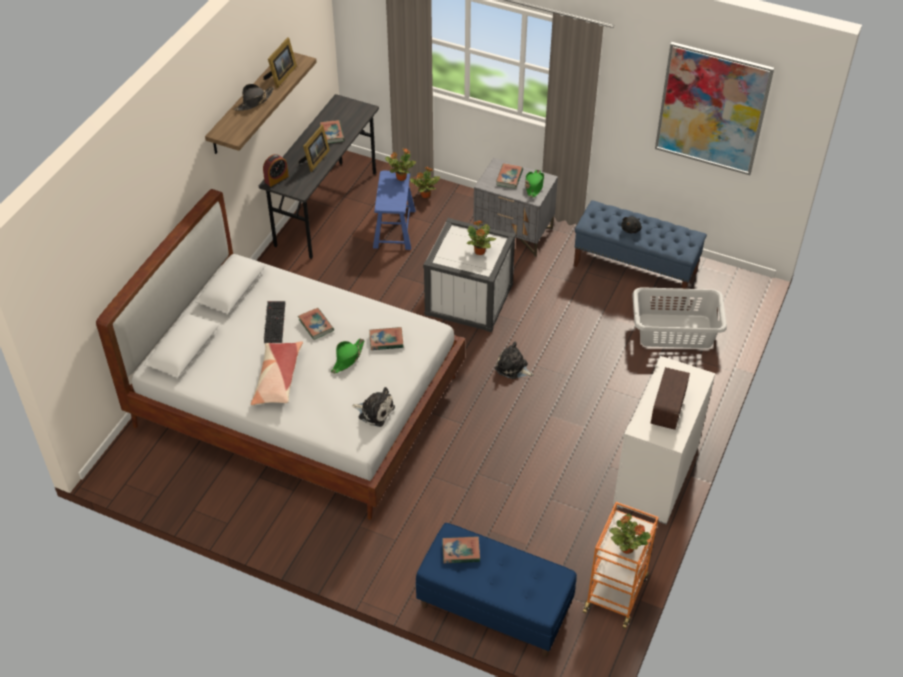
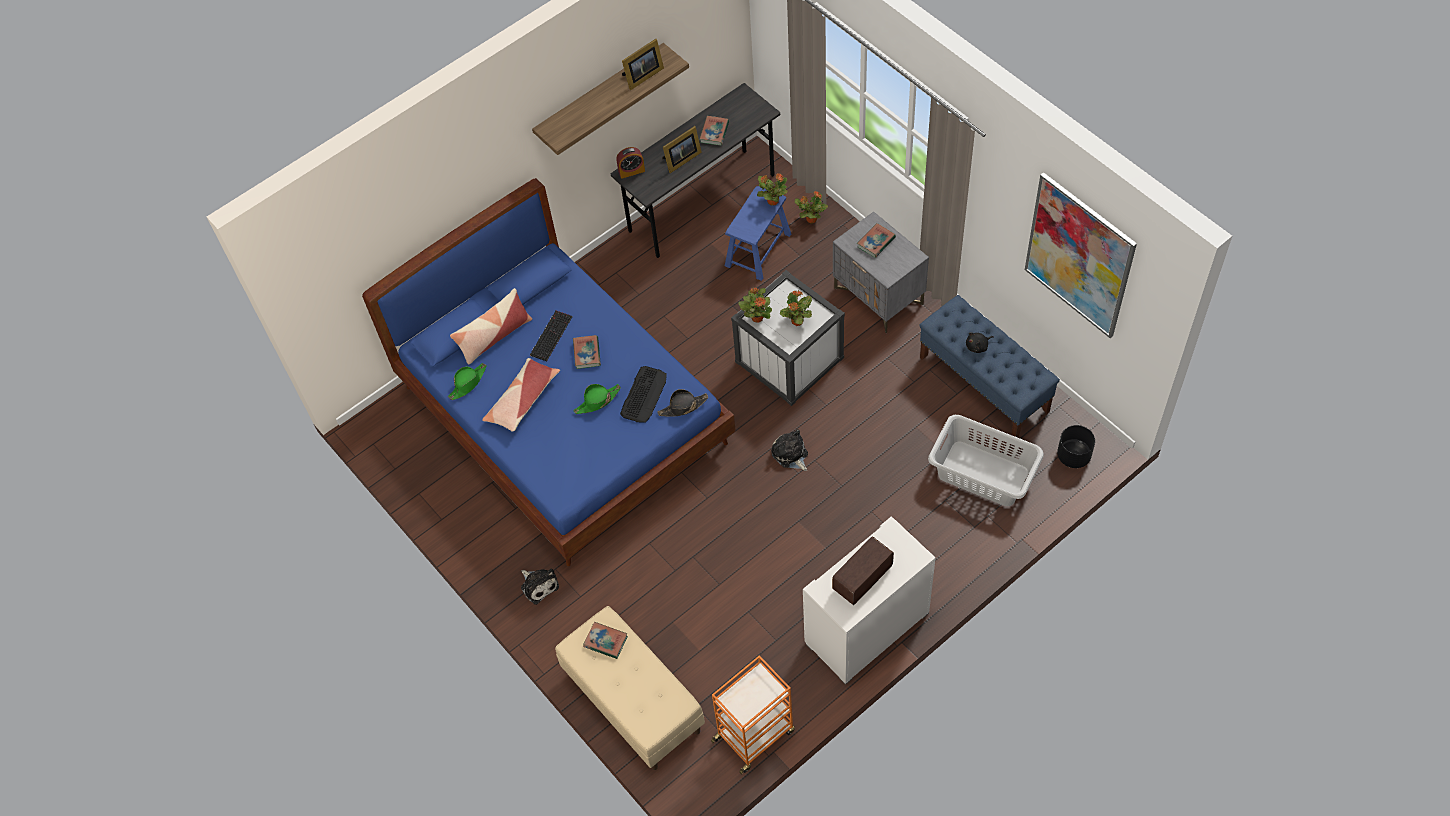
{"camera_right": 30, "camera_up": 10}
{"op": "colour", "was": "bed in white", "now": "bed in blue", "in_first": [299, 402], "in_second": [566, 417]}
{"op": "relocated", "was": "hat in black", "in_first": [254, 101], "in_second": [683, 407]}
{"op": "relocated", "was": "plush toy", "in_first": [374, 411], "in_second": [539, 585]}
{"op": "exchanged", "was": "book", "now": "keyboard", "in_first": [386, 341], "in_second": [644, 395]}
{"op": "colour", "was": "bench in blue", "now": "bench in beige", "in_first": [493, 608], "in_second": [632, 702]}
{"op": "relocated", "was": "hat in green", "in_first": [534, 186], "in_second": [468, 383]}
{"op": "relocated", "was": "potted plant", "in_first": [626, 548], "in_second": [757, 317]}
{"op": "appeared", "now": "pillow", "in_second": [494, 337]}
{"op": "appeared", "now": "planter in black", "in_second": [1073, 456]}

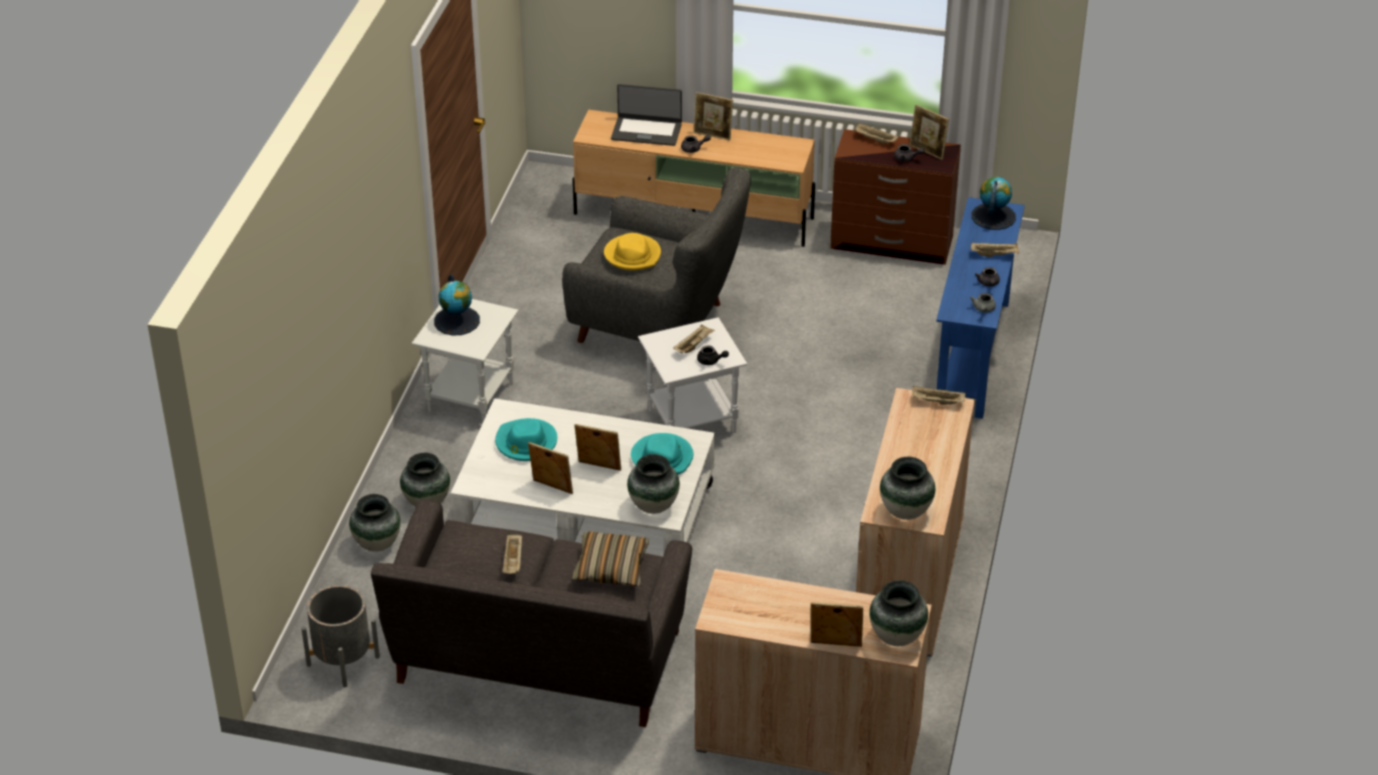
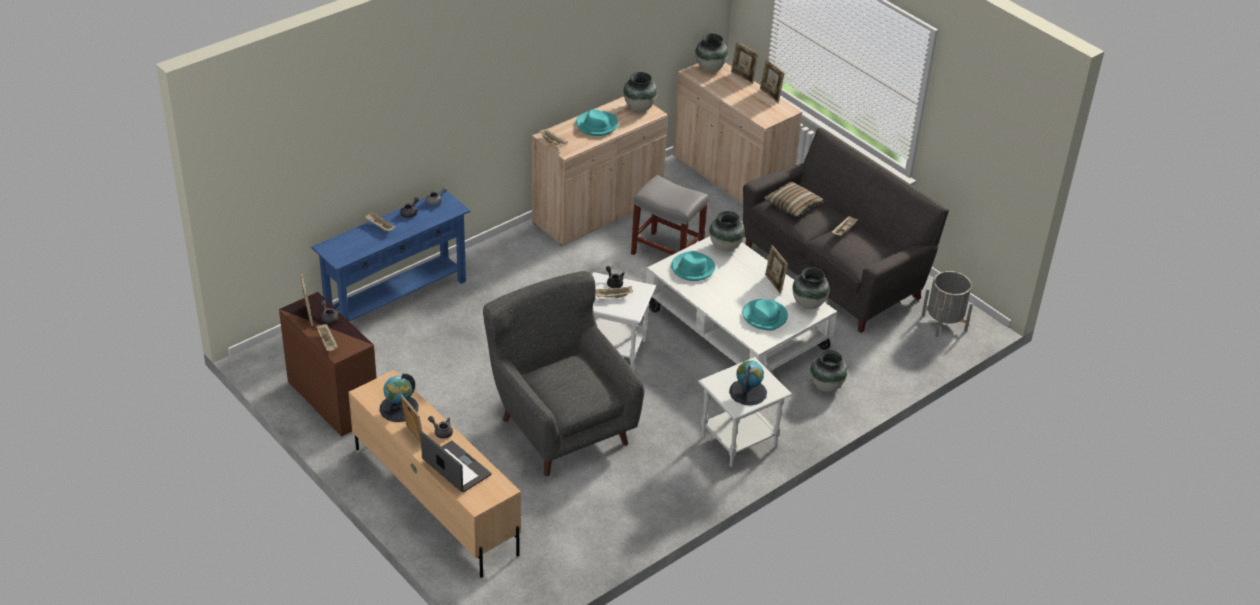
{"camera_right": -145, "camera_up": 0}
{"op": "relocated", "was": "vase", "in_first": [377, 543], "in_second": [808, 304]}
{"op": "relocated", "was": "picture frame", "in_first": [598, 467], "in_second": [770, 95]}
{"op": "missing", "was": "hat in yellow", "in_first": [633, 255]}
{"op": "relocated", "was": "globe", "in_first": [993, 216], "in_second": [399, 408]}
{"op": "appeared", "now": "hat in turquoise", "in_second": [596, 125]}
{"op": "appeared", "now": "stool in grey", "in_second": [668, 253]}

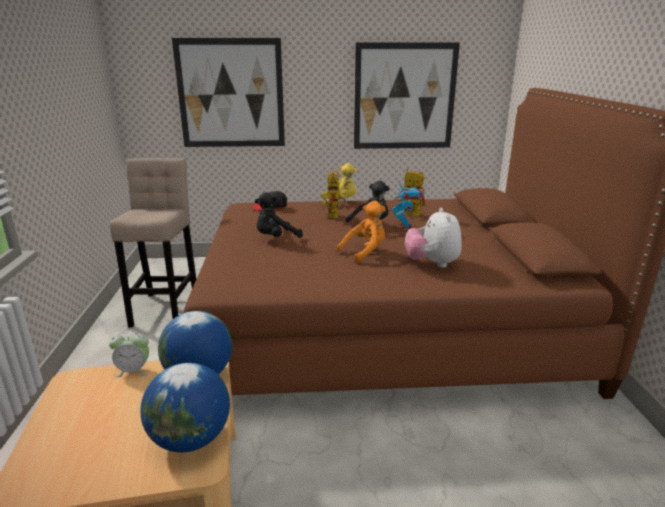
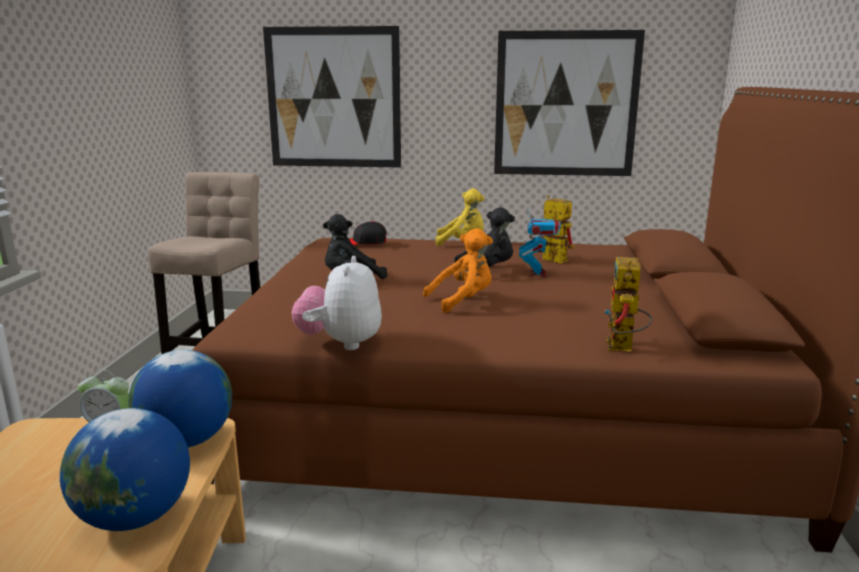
{"camera_right": 10, "camera_up": -5}
{"op": "relocated", "was": "toy robot", "in_first": [334, 217], "in_second": [623, 348]}
{"op": "relocated", "was": "plush toy", "in_first": [432, 263], "in_second": [341, 343]}

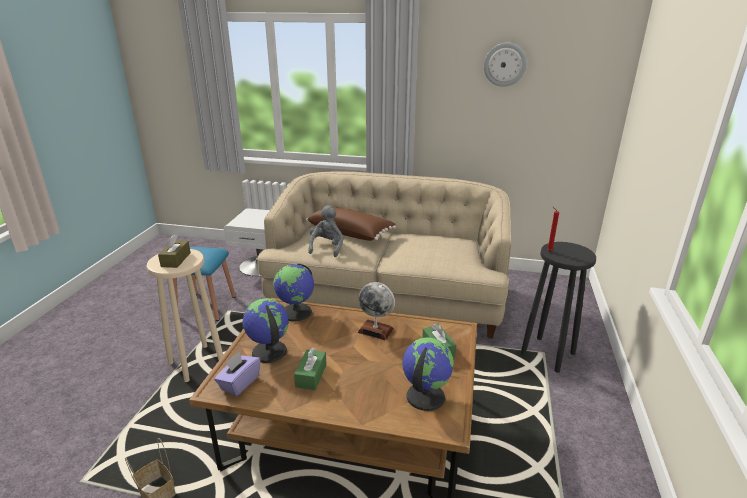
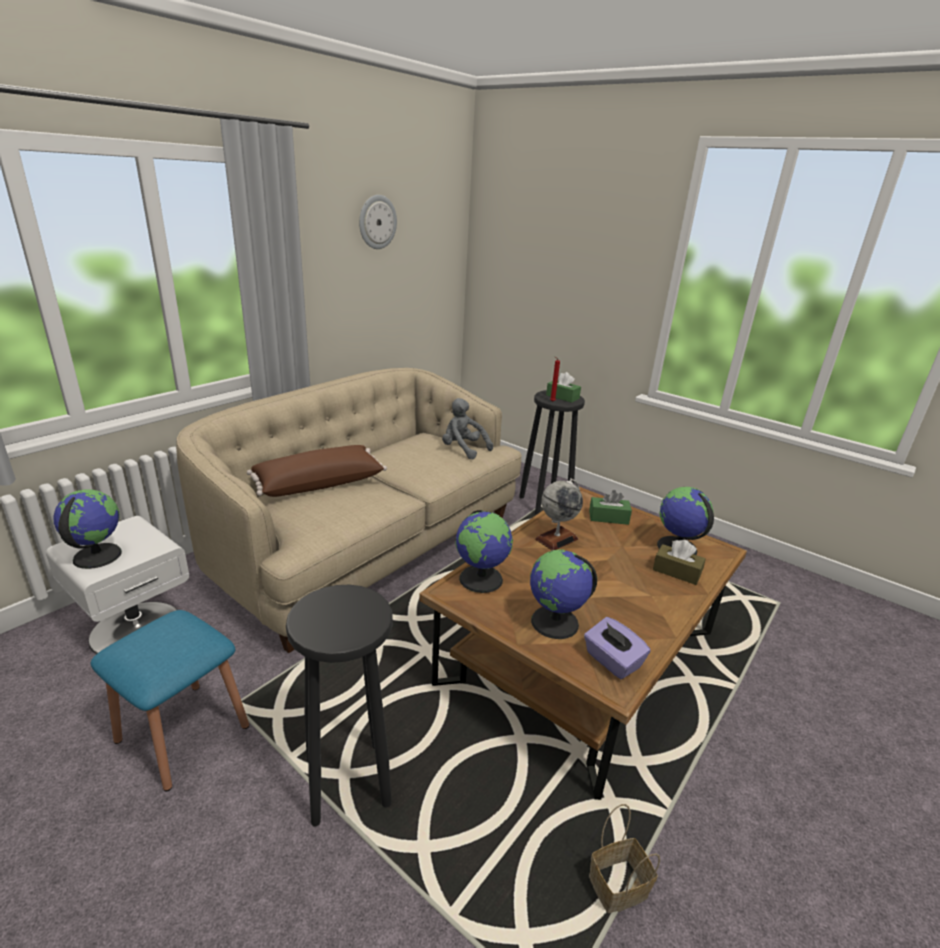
{"camera_right": -65, "camera_up": 0}
{"op": "colour", "was": "stool in beige", "now": "stool in black", "in_first": [196, 363], "in_second": [349, 781]}
{"op": "relocated", "was": "tissue box in brown", "in_first": [176, 259], "in_second": [676, 571]}
{"op": "relocated", "was": "tissue box in green", "in_first": [311, 375], "in_second": [562, 397]}
{"op": "relocated", "was": "plush toy in grey", "in_first": [327, 247], "in_second": [463, 449]}
{"op": "appeared", "now": "globe", "in_second": [96, 556]}

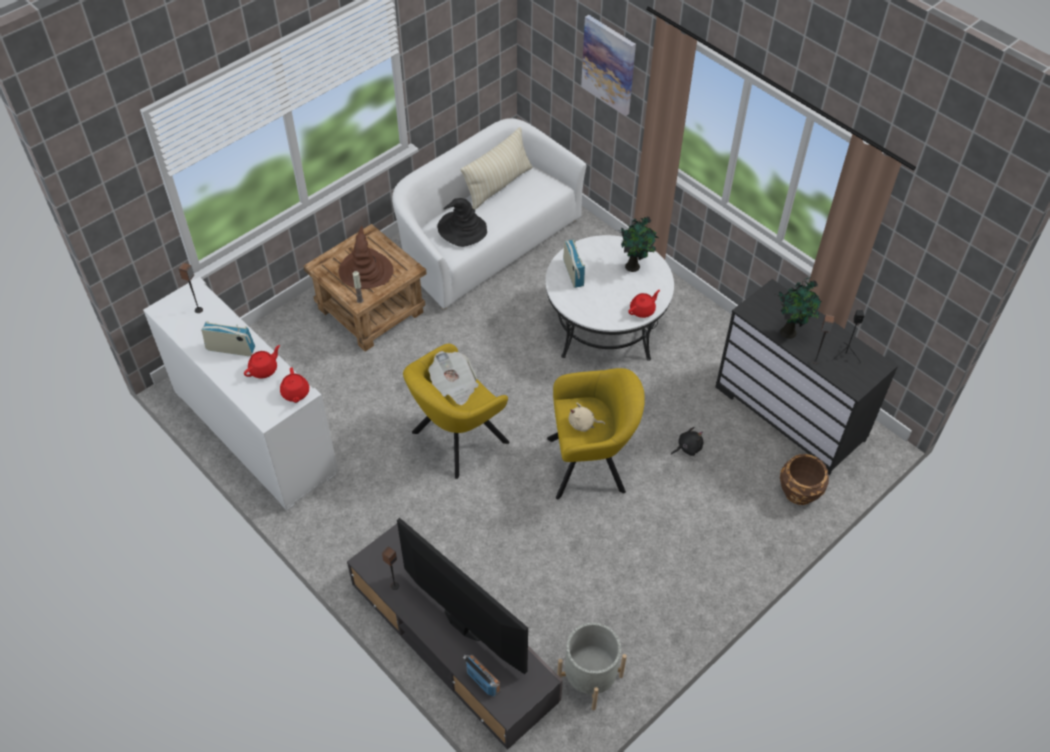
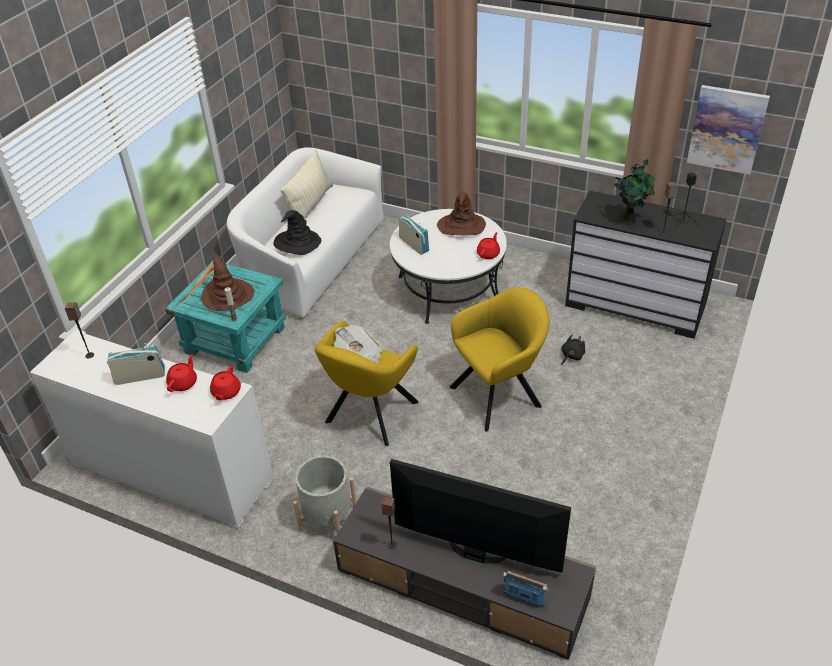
{"camera_right": -20, "camera_up": -10}
{"op": "spun", "was": "teapot in red", "in_first": [295, 393], "in_second": [226, 392], "clockwise": 45}
{"op": "colour", "was": "side table in brown", "now": "side table in turquoise", "in_first": [371, 309], "in_second": [235, 339]}
{"op": "relocated", "was": "planter in grey", "in_first": [590, 678], "in_second": [328, 518]}
{"op": "missing", "was": "plush toy in beige", "in_first": [583, 424]}
{"op": "relocated", "was": "picture", "in_first": [609, 65], "in_second": [726, 129]}
{"op": "exchanged", "was": "potted plant", "now": "hat in brown", "in_first": [634, 266], "in_second": [461, 226]}
{"op": "missing", "was": "planter in brown", "in_first": [799, 491]}

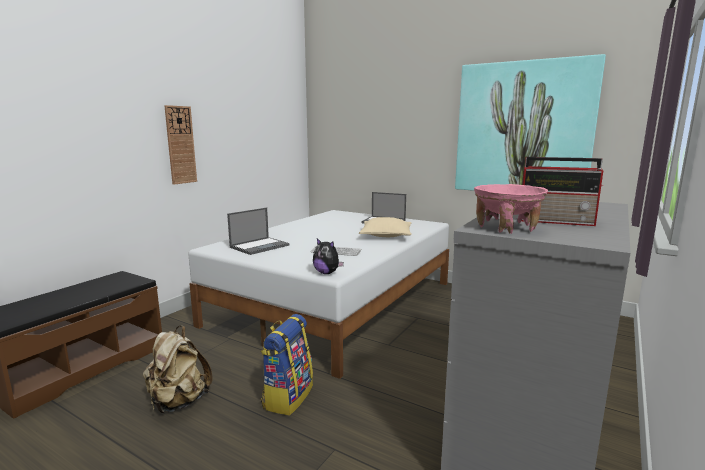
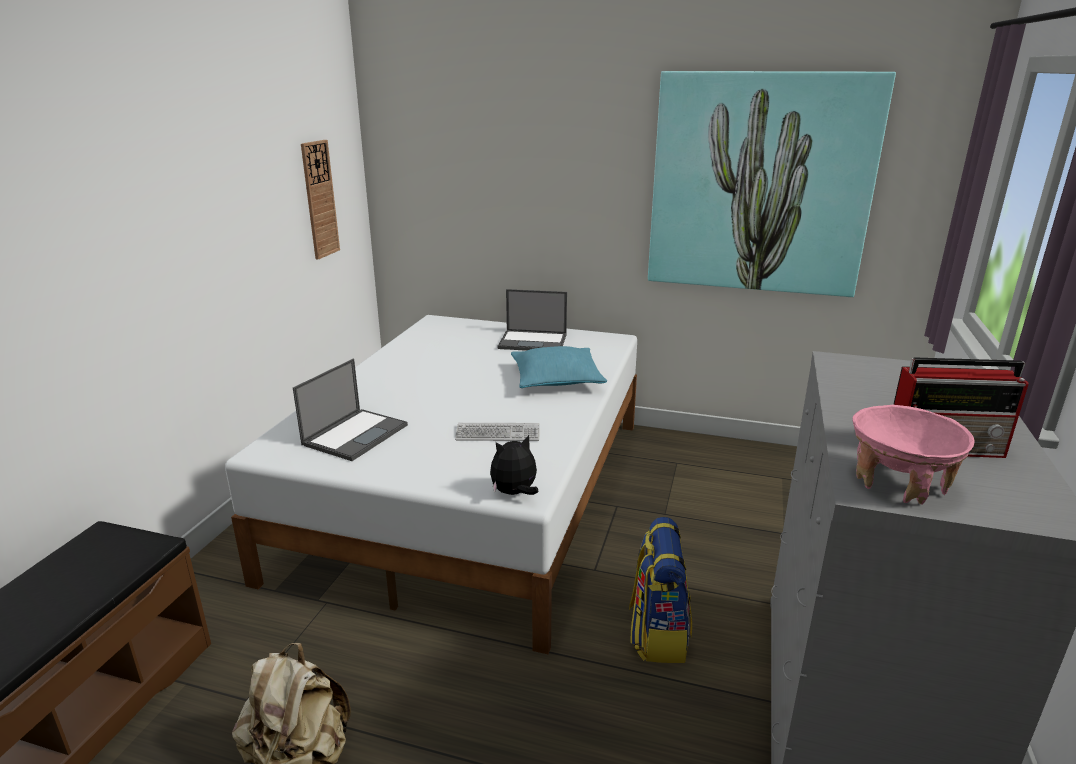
{"camera_right": -15, "camera_up": 10}
{"op": "relocated", "was": "wall clock", "in_first": [180, 145], "in_second": [319, 199]}
{"op": "relocated", "was": "backpack", "in_first": [287, 396], "in_second": [657, 633]}
{"op": "spun", "was": "plush toy", "in_first": [327, 273], "in_second": [514, 493], "clockwise": 135}
{"op": "colour", "was": "pillow in beige", "now": "pillow in turquoise", "in_first": [386, 235], "in_second": [556, 379]}

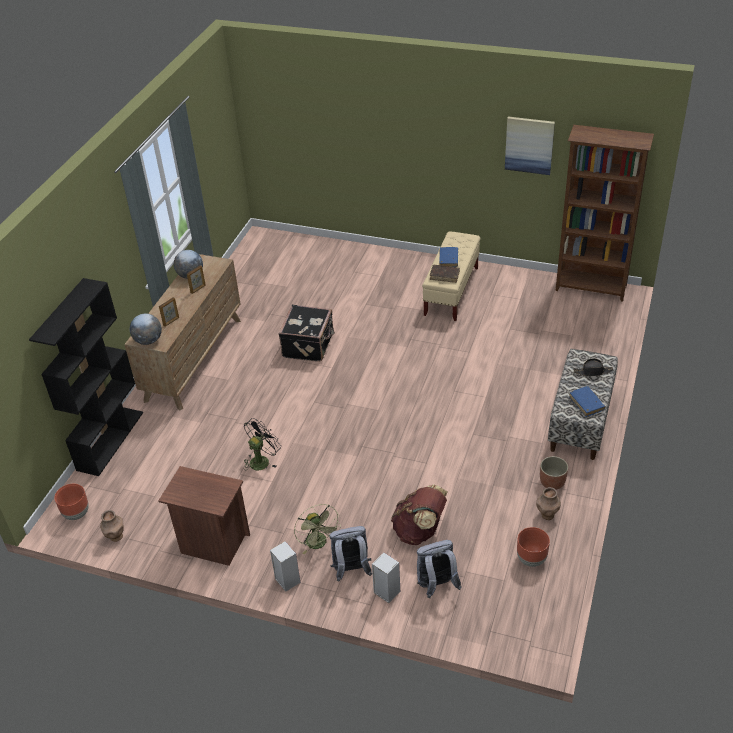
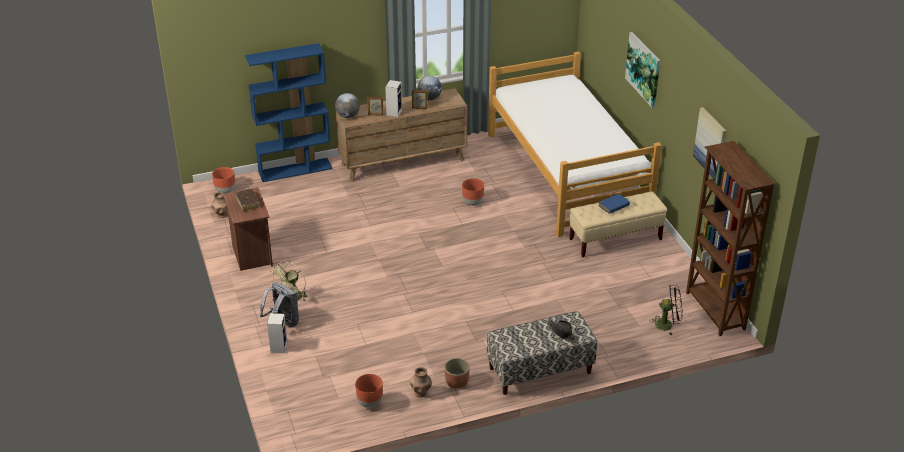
{"camera_right": 50, "camera_up": -5}
{"op": "colour", "was": "bookcase in black", "now": "bookcase in blue", "in_first": [110, 440], "in_second": [295, 170]}
{"op": "relocated", "was": "fan in black", "in_first": [262, 460], "in_second": [667, 324]}
{"op": "relocated", "was": "speaker", "in_first": [286, 580], "in_second": [394, 112]}
{"op": "exchanged", "was": "suitcase in black", "now": "planter in brown", "in_first": [309, 345], "in_second": [473, 202]}
{"op": "missing", "was": "backpack in brown", "in_first": [420, 531]}
{"op": "missing", "was": "backpack in grey", "in_first": [436, 585]}
{"op": "relocated", "was": "book in brown", "in_first": [444, 276], "in_second": [248, 202]}
{"op": "missing", "was": "book in blue", "in_first": [586, 404]}
{"op": "appeared", "now": "bed", "in_second": [566, 173]}
{"op": "appeared", "now": "picture", "in_second": [644, 69]}

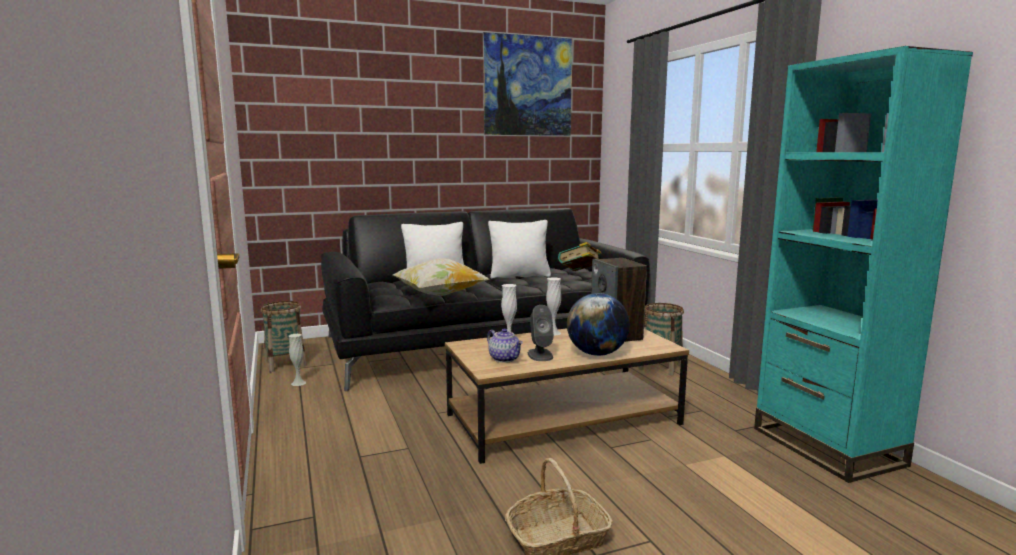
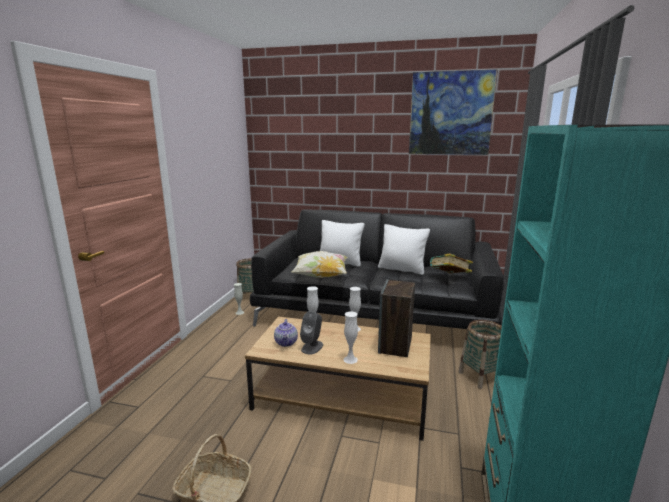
{"camera_right": 35, "camera_up": 5}
{"op": "exchanged", "was": "globe", "now": "vase in white", "in_first": [597, 354], "in_second": [350, 359]}

